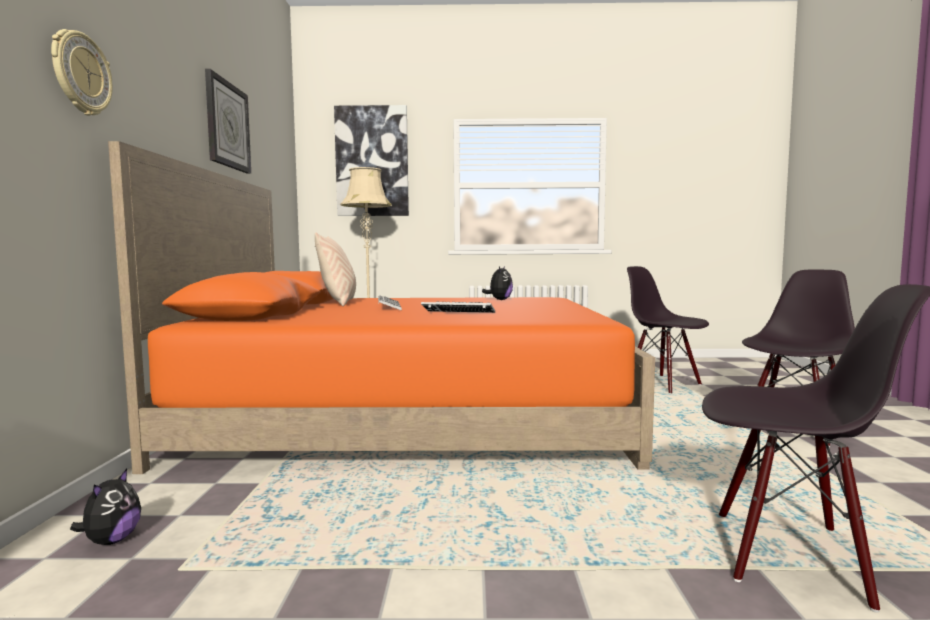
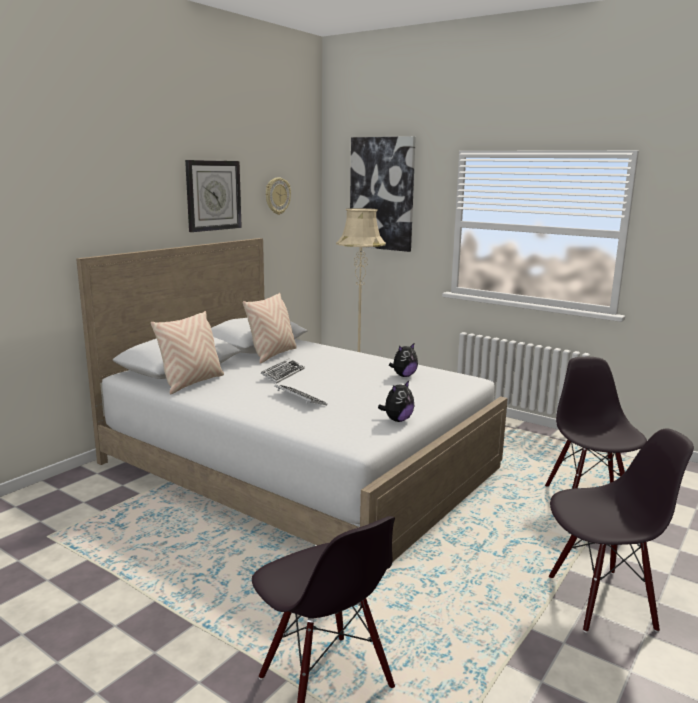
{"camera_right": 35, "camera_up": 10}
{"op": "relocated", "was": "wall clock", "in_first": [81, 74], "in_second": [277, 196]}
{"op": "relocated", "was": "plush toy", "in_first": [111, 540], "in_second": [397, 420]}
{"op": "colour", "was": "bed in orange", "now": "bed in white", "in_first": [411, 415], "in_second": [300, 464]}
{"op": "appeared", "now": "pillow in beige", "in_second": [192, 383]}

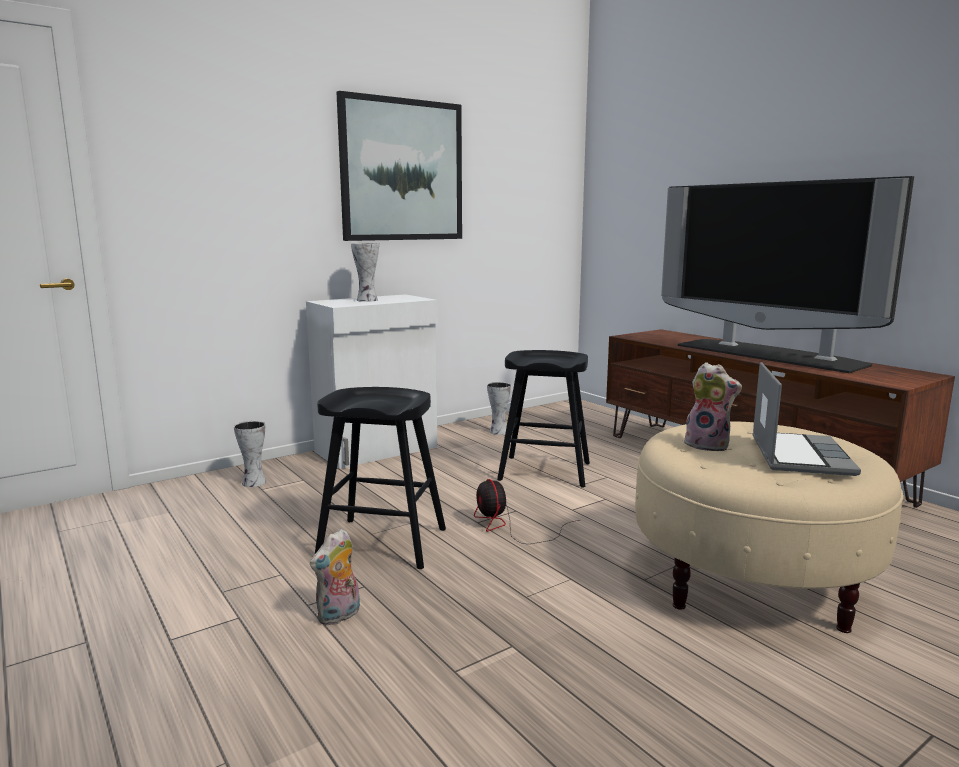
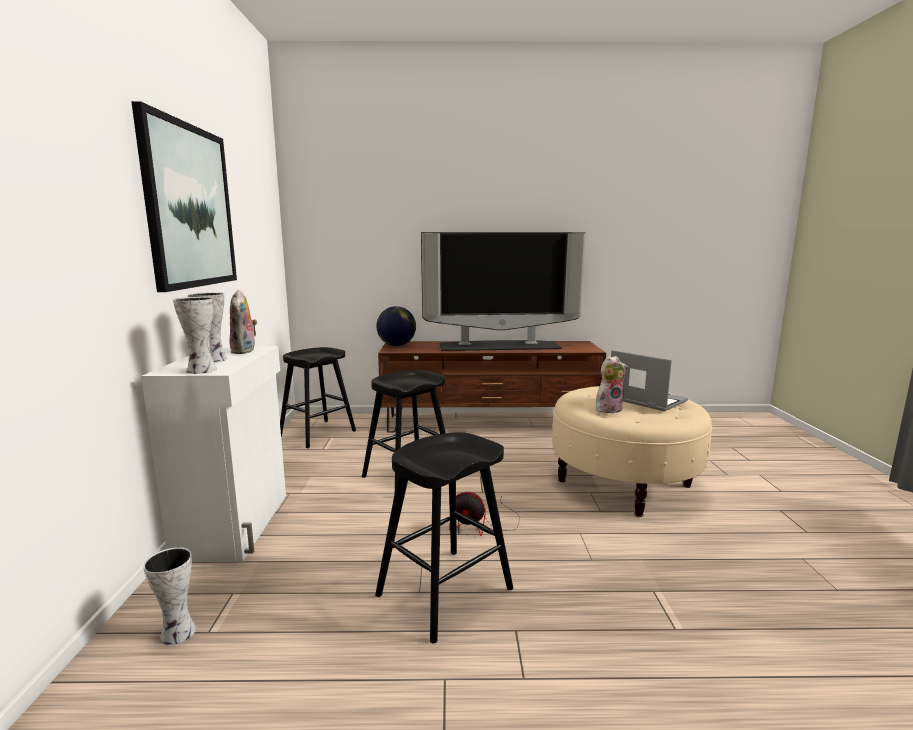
{"camera_right": -55, "camera_up": 0}
{"op": "relocated", "was": "plush toy", "in_first": [339, 616], "in_second": [245, 351]}
{"op": "relocated", "was": "vase", "in_first": [497, 431], "in_second": [200, 370]}
{"op": "appeared", "now": "stool in black", "in_second": [317, 434]}
{"op": "appeared", "now": "globe", "in_second": [396, 345]}

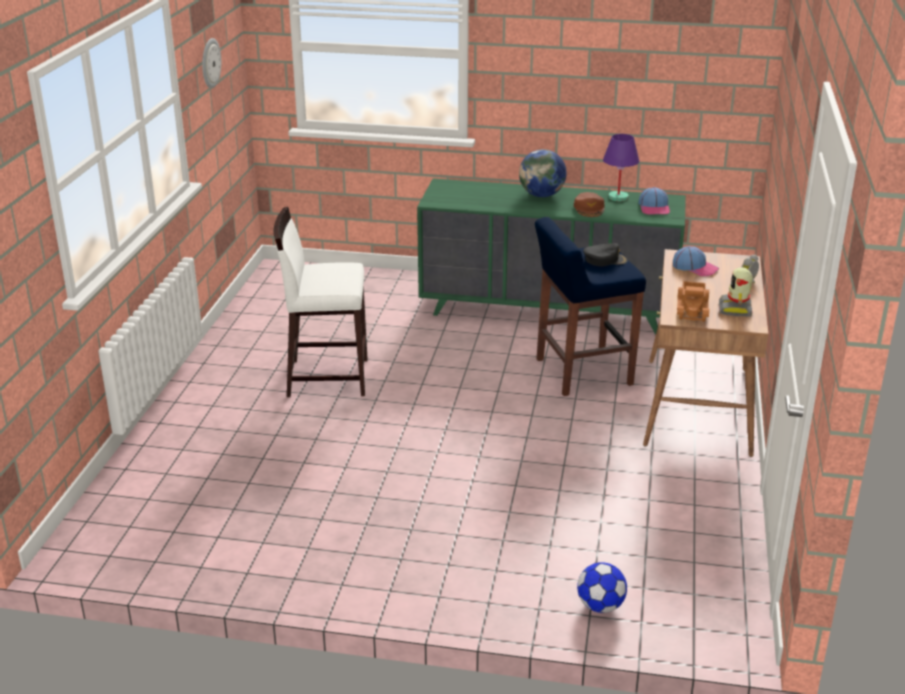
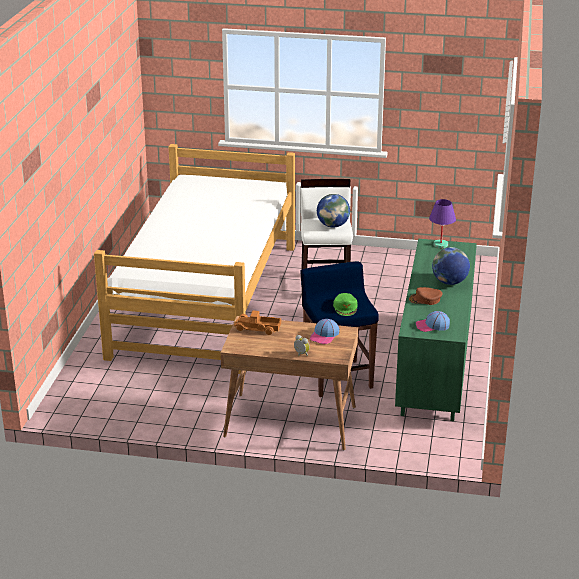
{"camera_right": 90, "camera_up": 0}
{"op": "missing", "was": "wall clock", "in_first": [210, 63]}
{"op": "missing", "was": "football", "in_first": [600, 606]}
{"op": "colour", "was": "cap in black", "now": "cap in green", "in_first": [604, 260], "in_second": [345, 307]}
{"op": "relocated", "was": "table lamp in purple", "in_first": [618, 197], "in_second": [440, 245]}
{"op": "missing", "was": "toy robot", "in_first": [736, 309]}
{"op": "appeared", "now": "bed", "in_second": [207, 299]}
{"op": "appeared", "now": "globe", "in_second": [333, 225]}

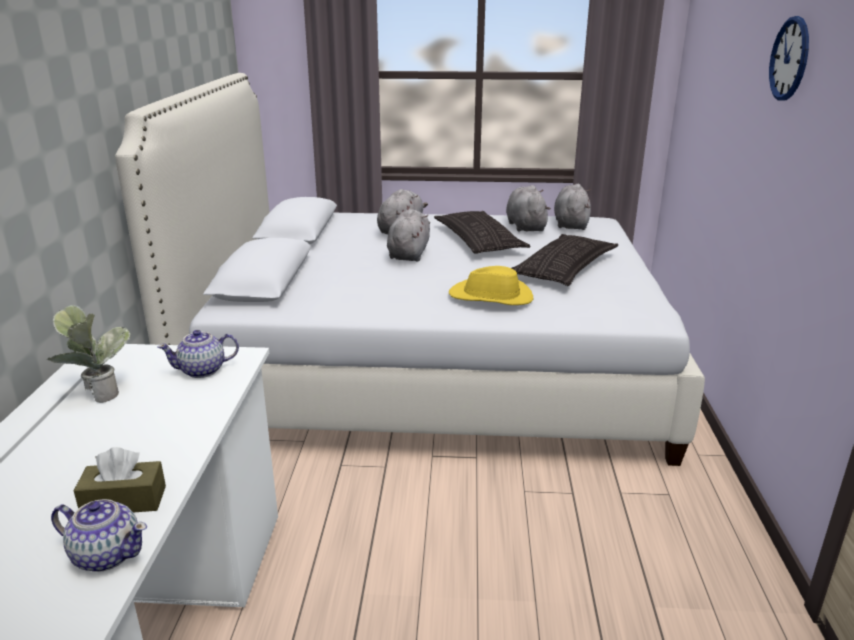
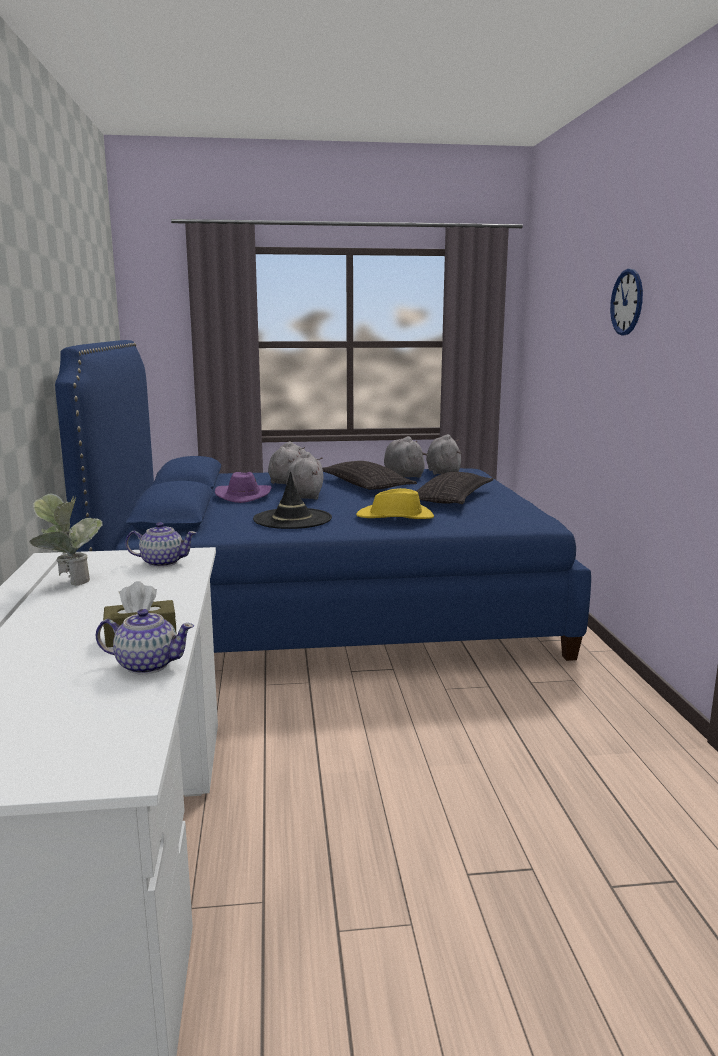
{"camera_right": -10, "camera_up": -10}
{"op": "colour", "was": "bed in white", "now": "bed in blue", "in_first": [430, 370], "in_second": [328, 610]}
{"op": "spun", "was": "teapot", "in_first": [203, 370], "in_second": [162, 562], "clockwise": -150}
{"op": "appeared", "now": "hat in purple", "in_second": [243, 495]}
{"op": "appeared", "now": "hat in black", "in_second": [292, 519]}

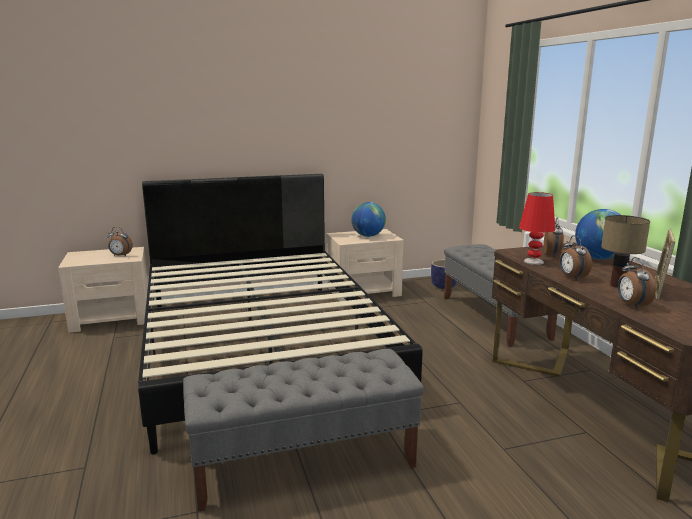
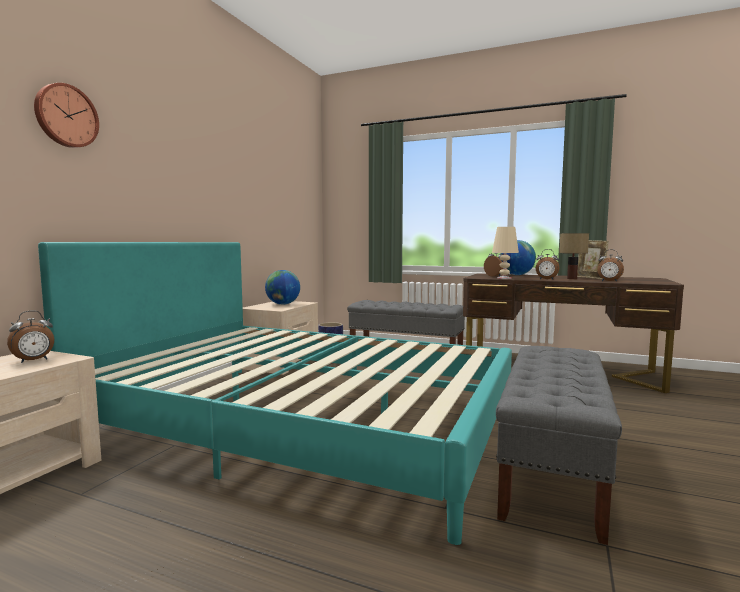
{"camera_right": -50, "camera_up": -10}
{"op": "colour", "was": "bed in black", "now": "bed in turquoise", "in_first": [262, 346], "in_second": [303, 422]}
{"op": "colour", "was": "table lamp in red", "now": "table lamp in beige", "in_first": [533, 261], "in_second": [504, 278]}
{"op": "appeared", "now": "wall clock", "in_second": [65, 116]}

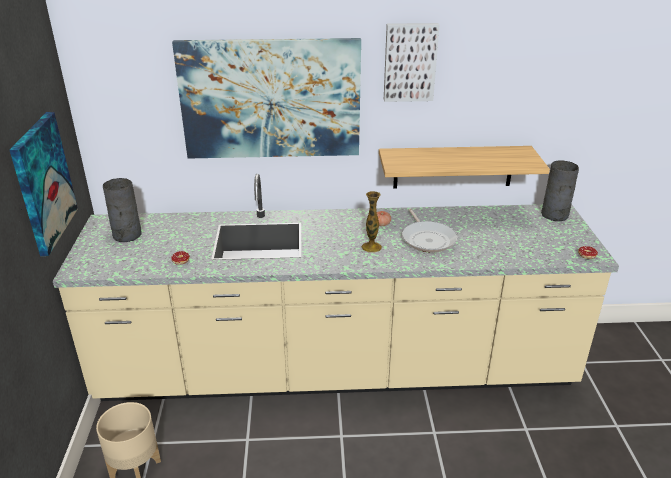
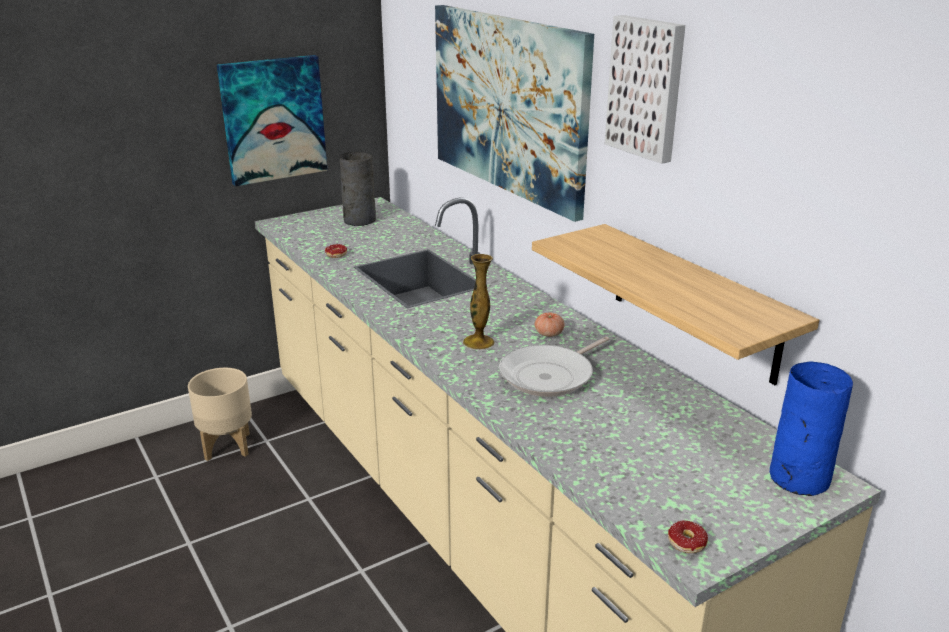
{"camera_right": 60, "camera_up": -5}
{"op": "colour", "was": "vase in grey", "now": "vase in blue", "in_first": [554, 215], "in_second": [797, 478]}

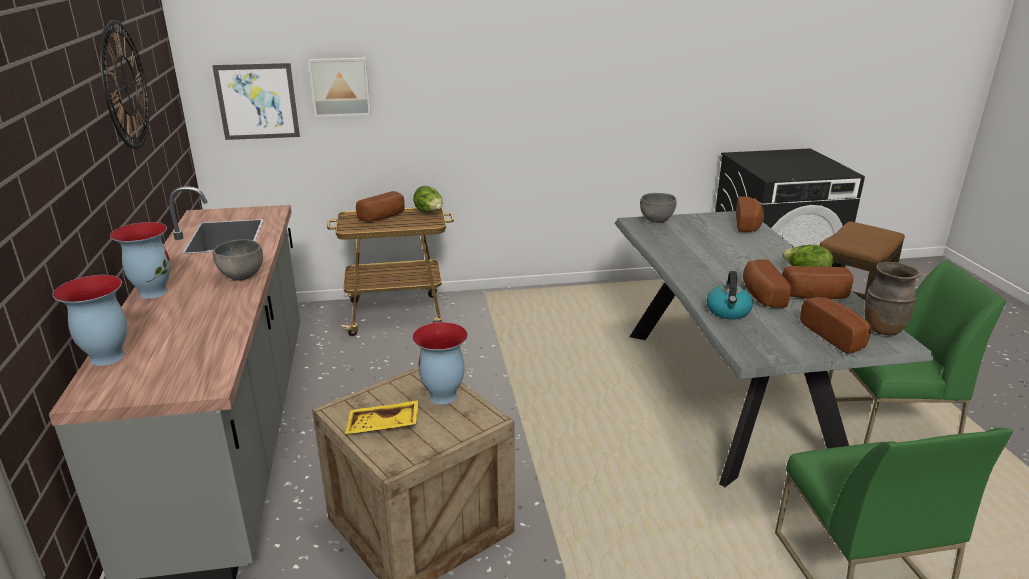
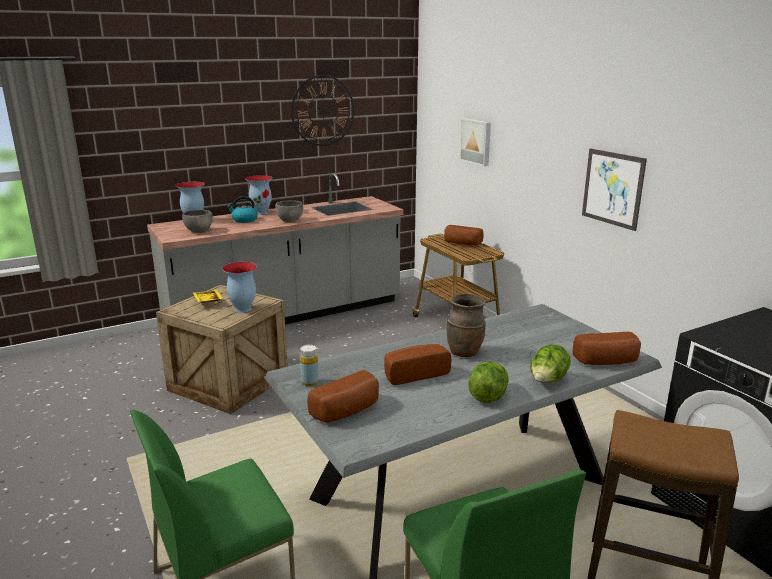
{"camera_right": 70, "camera_up": -5}
{"op": "relocated", "was": "picture", "in_first": [257, 101], "in_second": [612, 188]}
{"op": "relocated", "was": "lettuce", "in_first": [429, 212], "in_second": [547, 382]}
{"op": "relocated", "was": "bowl in grey", "in_first": [656, 220], "in_second": [199, 231]}
{"op": "relocated", "was": "kettle", "in_first": [728, 311], "in_second": [244, 220]}
{"op": "missing", "was": "bread", "in_first": [816, 296]}
{"op": "relocated", "was": "vase in brown", "in_first": [882, 329], "in_second": [464, 352]}
{"op": "appeared", "now": "bottle in yellow", "in_second": [309, 382]}

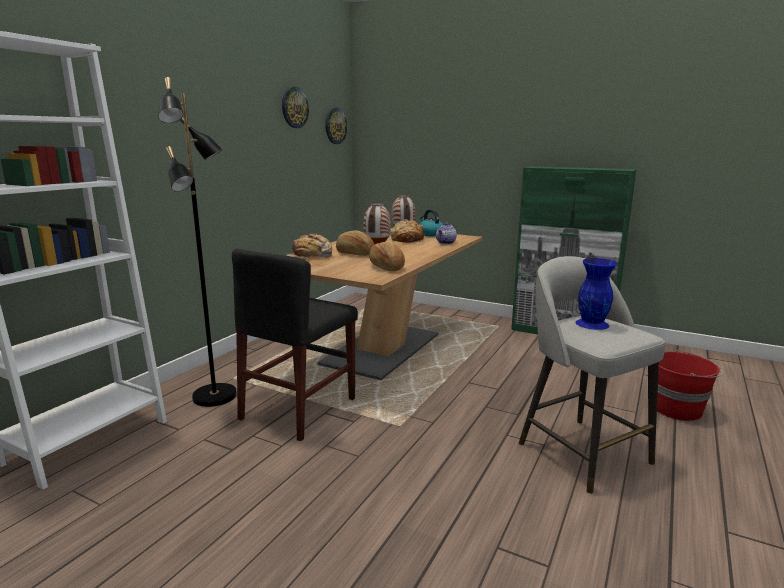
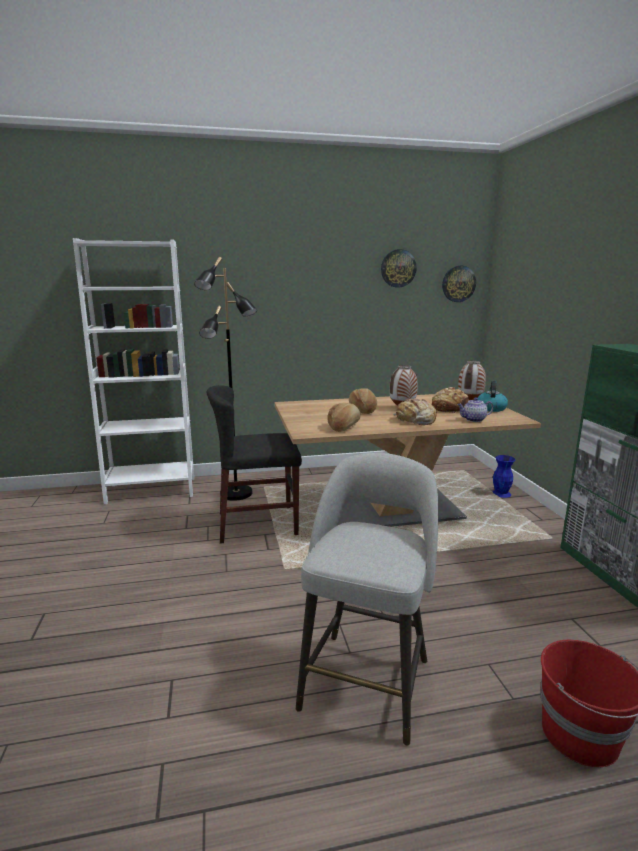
{"camera_right": 50, "camera_up": 0}
{"op": "relocated", "was": "bread", "in_first": [312, 256], "in_second": [415, 420]}
{"op": "relocated", "was": "vase in blue", "in_first": [592, 324], "in_second": [501, 493]}

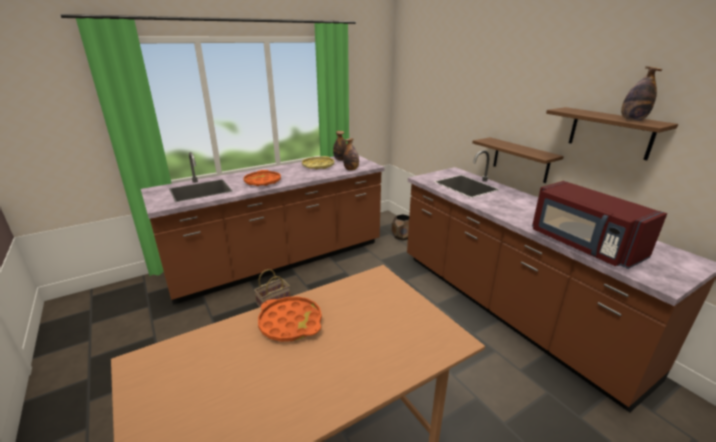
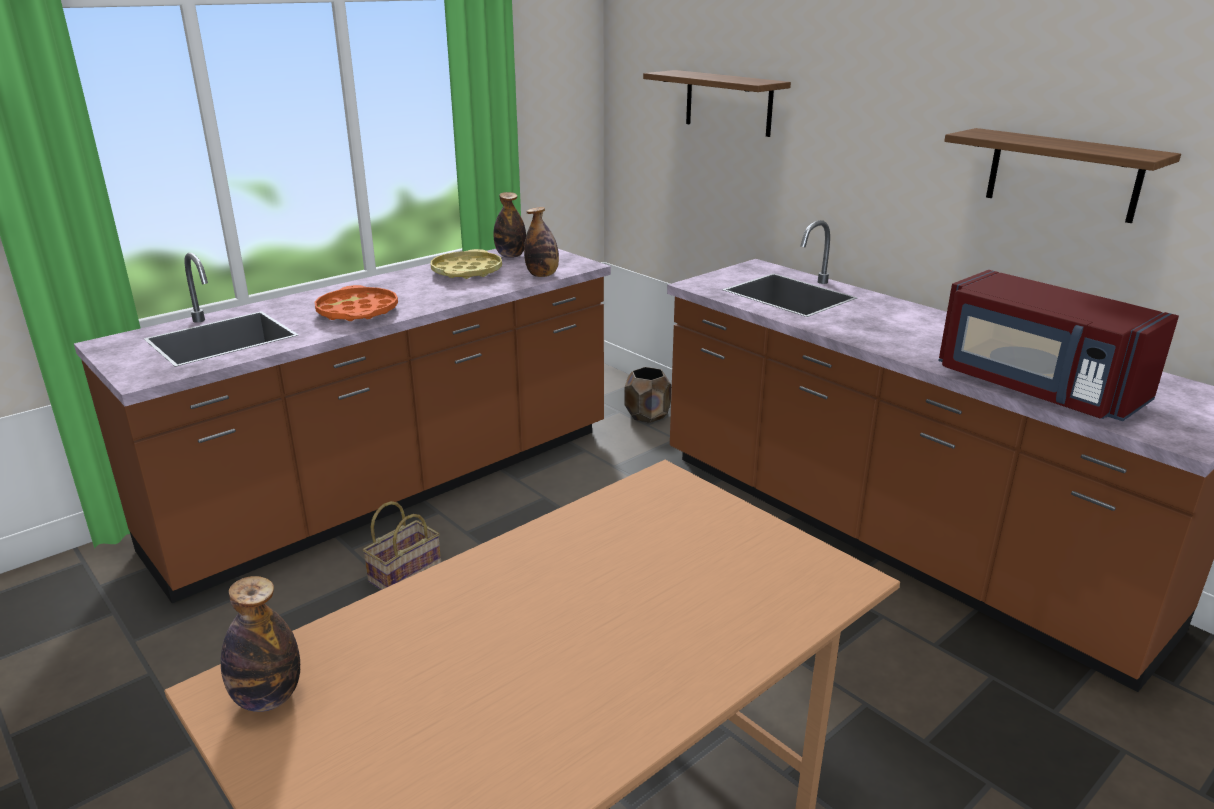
{"camera_right": -10, "camera_up": 0}
{"op": "missing", "was": "tray in orange", "in_first": [290, 323]}
{"op": "relocated", "was": "shelf", "in_first": [521, 160], "in_second": [728, 103]}
{"op": "relocated", "was": "bottle", "in_first": [632, 120], "in_second": [268, 698]}

